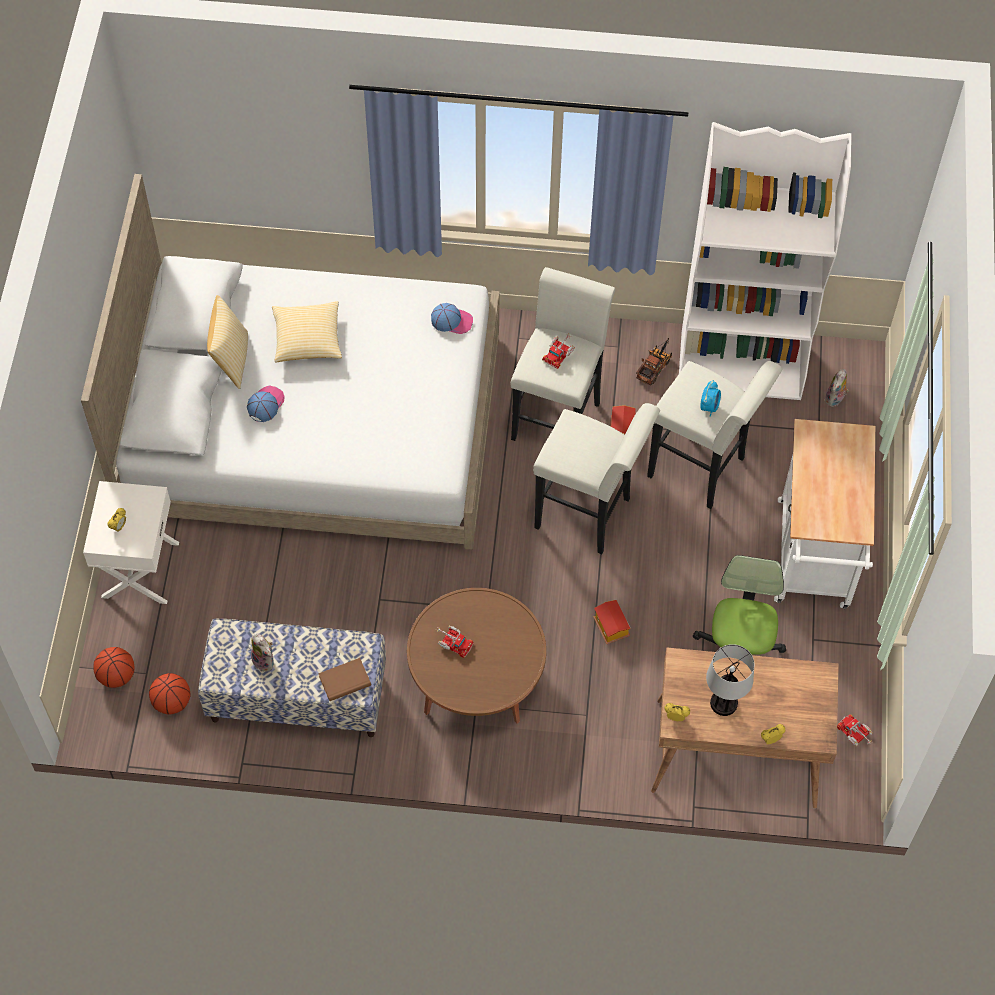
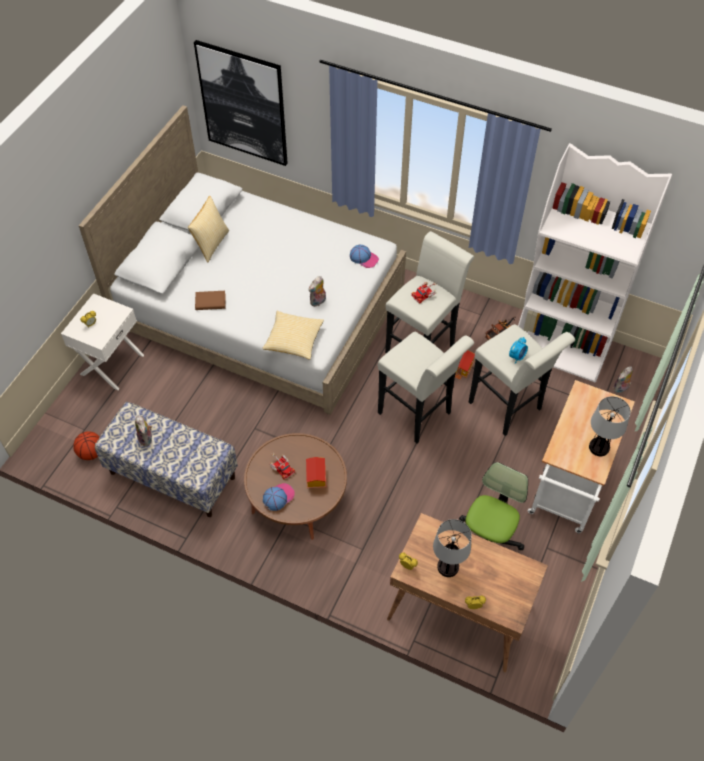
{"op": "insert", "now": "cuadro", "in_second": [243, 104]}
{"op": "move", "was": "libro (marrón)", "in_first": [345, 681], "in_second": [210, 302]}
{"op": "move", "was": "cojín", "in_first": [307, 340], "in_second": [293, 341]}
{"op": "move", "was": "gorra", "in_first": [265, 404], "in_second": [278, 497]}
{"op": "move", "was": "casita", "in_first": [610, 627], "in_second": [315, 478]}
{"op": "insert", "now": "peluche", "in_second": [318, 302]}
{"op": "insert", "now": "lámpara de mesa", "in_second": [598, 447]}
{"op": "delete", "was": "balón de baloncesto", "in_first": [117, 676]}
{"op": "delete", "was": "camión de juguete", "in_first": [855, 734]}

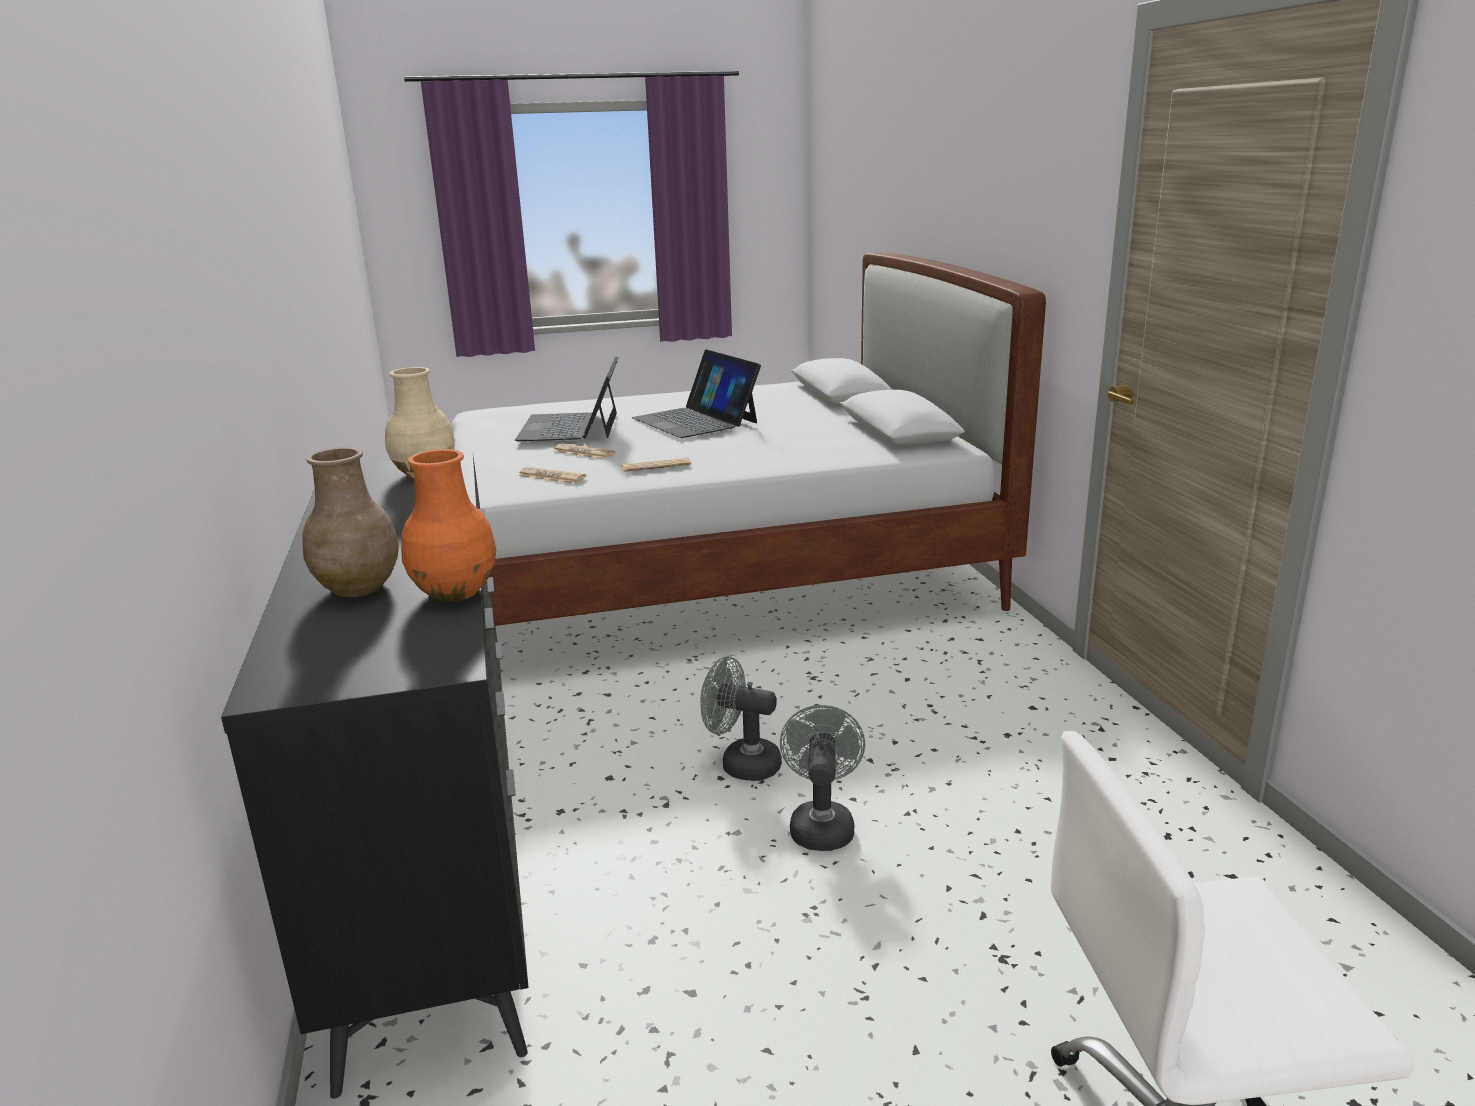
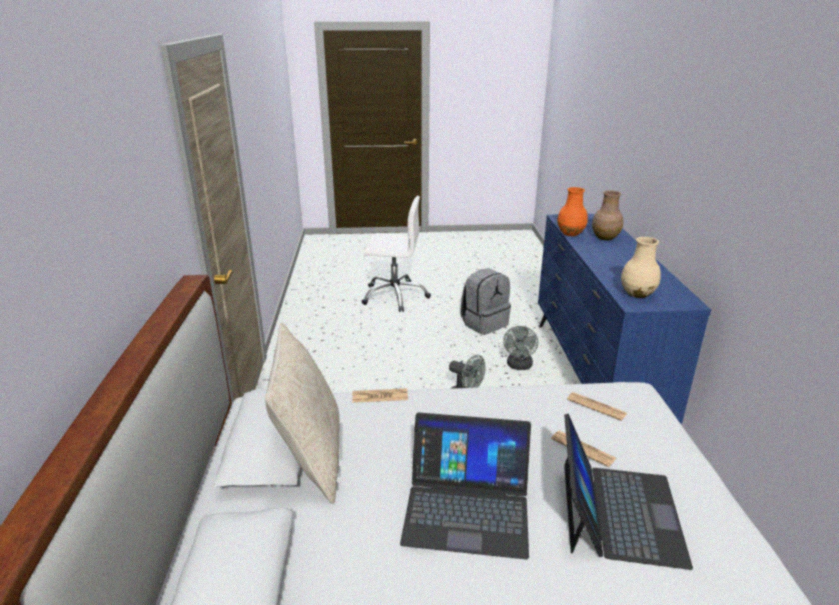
{"op": "insert", "now": "cojín (beis)", "in_second": [311, 458]}
{"op": "move", "was": "periódico", "in_first": [656, 466], "in_second": [380, 396]}
{"op": "rotate", "was": "portátil", "in_first": [695, 420], "in_second": [467, 507], "clockwise": 120}
{"op": "insert", "now": "mochila (gris)", "in_second": [484, 323]}
{"op": "move", "was": "ventilador (gris)", "in_first": [821, 824], "in_second": [519, 366]}
{"op": "recolor", "was": "cómoda (negro)", "now": "cómoda (azul)", "in_first": [438, 855], "in_second": [593, 378]}

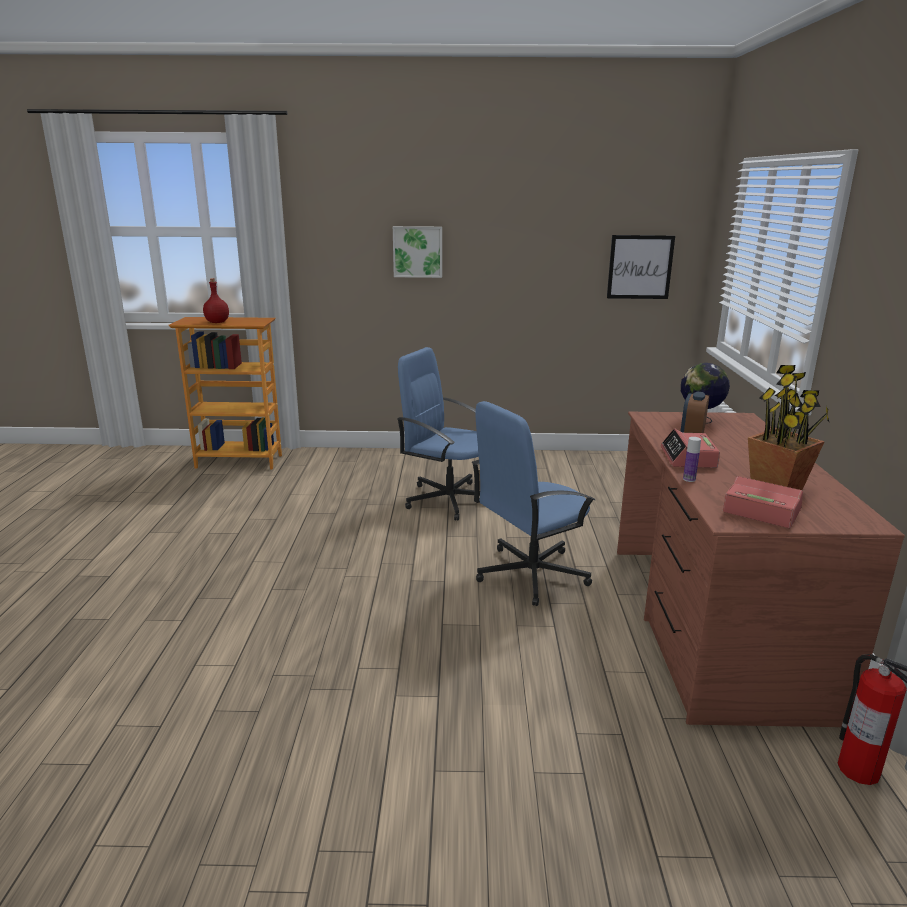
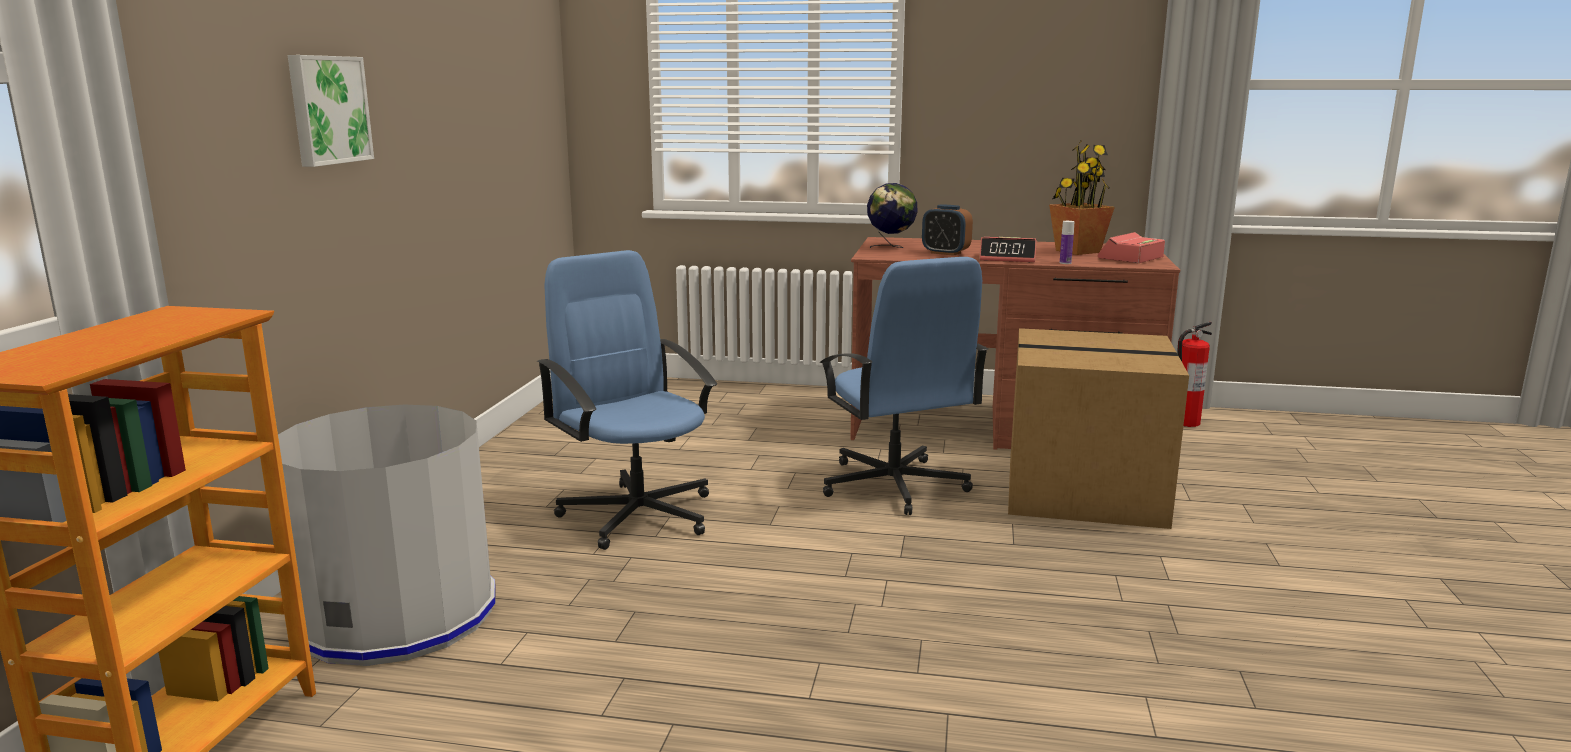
{"op": "insert", "now": "papelera (gris)", "in_second": [396, 614]}
{"op": "rotate", "was": "silla de oficina (azul)", "in_first": [448, 499], "in_second": [638, 514], "clockwise": 105}
{"op": "insert", "now": "caja de cartón", "in_second": [1081, 492]}
{"op": "delete", "was": "botella (rojo)", "in_first": [217, 322]}
{"op": "delete", "was": "cuadro", "in_first": [640, 267]}

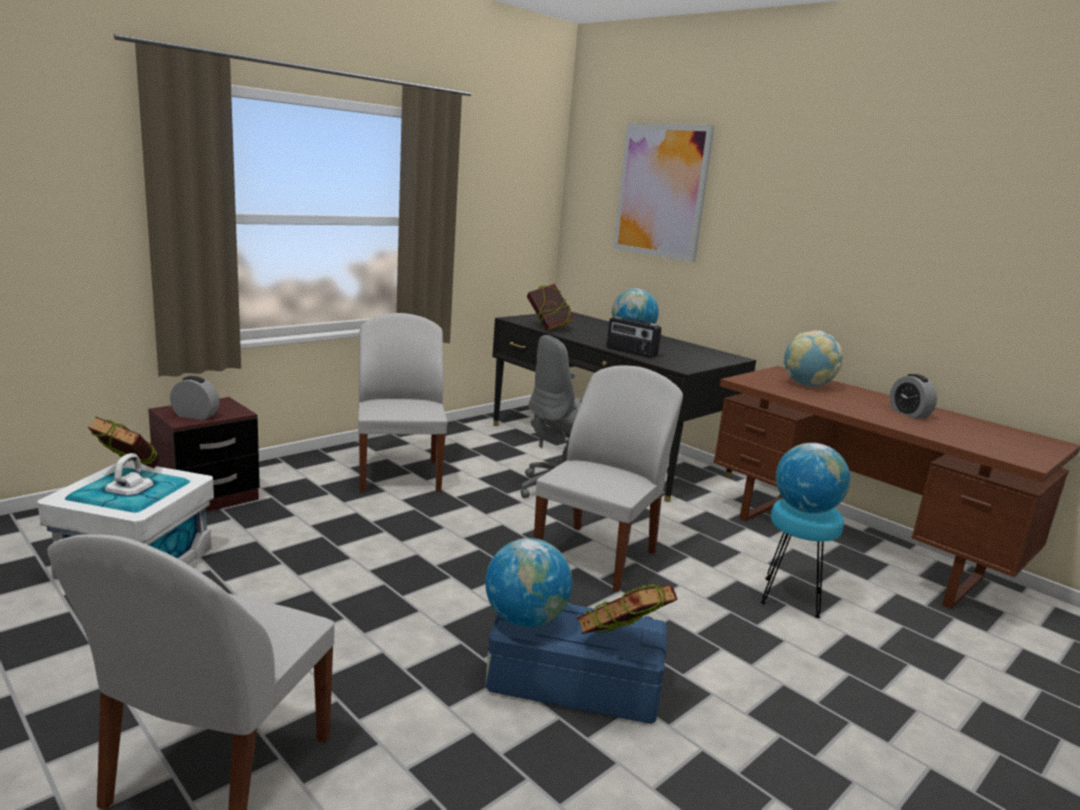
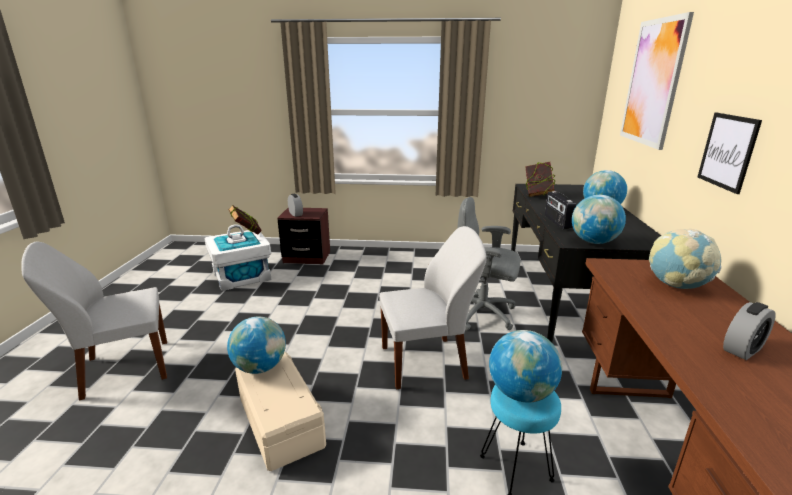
{"op": "recolor", "was": "caja de almacenaje (azul)", "now": "caja de almacenaje (beis)", "in_first": [573, 684], "in_second": [279, 422]}
{"op": "insert", "now": "globo terráqueo", "in_second": [593, 242]}
{"op": "insert", "now": "cuadro", "in_second": [727, 151]}
{"op": "rotate", "was": "despertador", "in_first": [909, 414], "in_second": [742, 349], "clockwise": -150}
{"op": "delete", "was": "silla (blanco)", "in_first": [400, 474]}
{"op": "delete", "was": "libro", "in_first": [622, 644]}

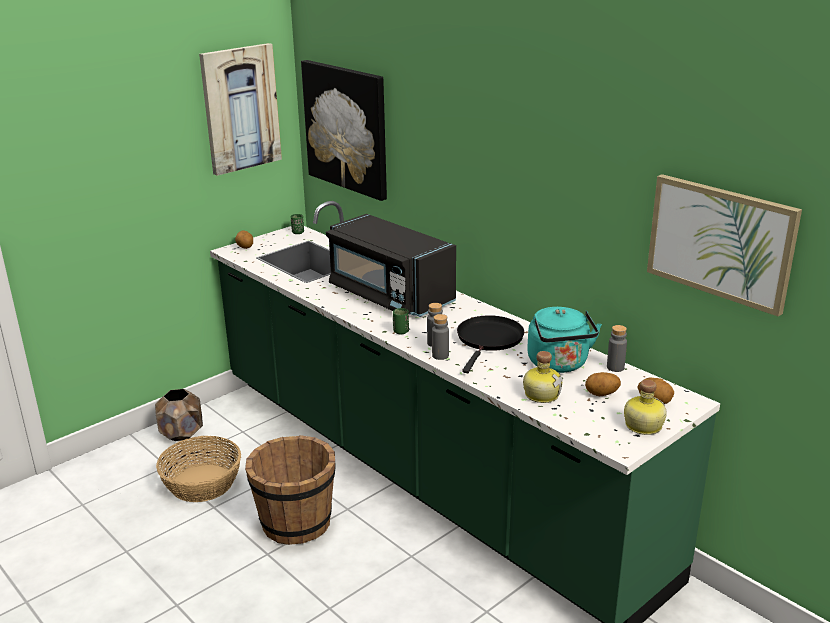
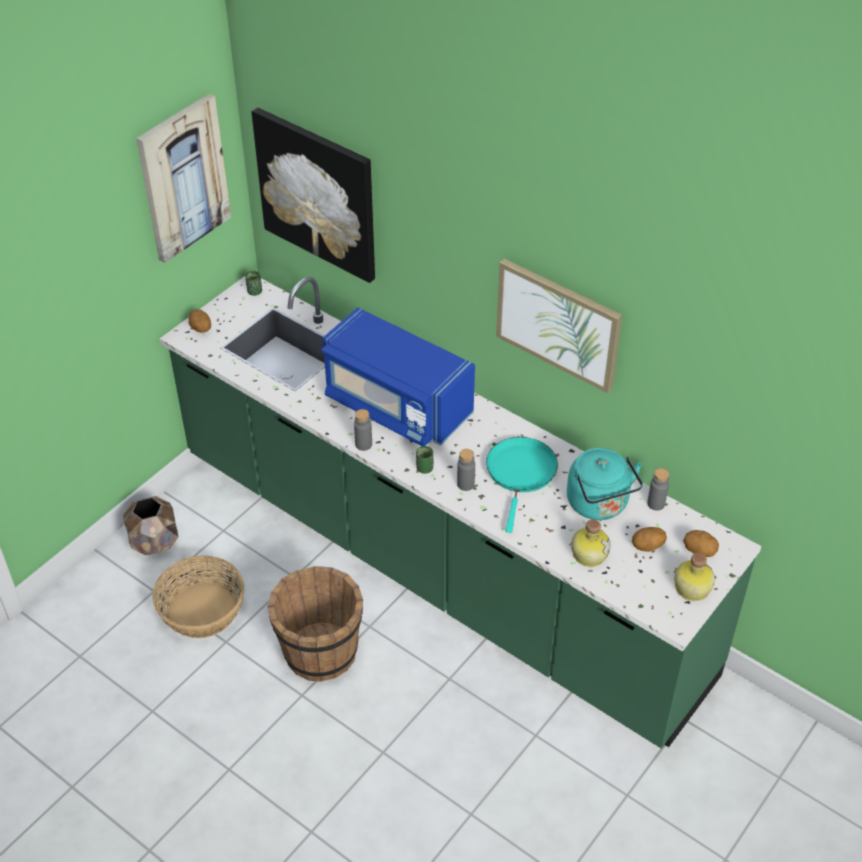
{"op": "recolor", "was": "microondas (negro)", "now": "microondas (azul)", "in_first": [389, 295], "in_second": [396, 405]}
{"op": "move", "was": "botella (gris)", "in_first": [440, 355], "in_second": [363, 444]}
{"op": "recolor", "was": "sartén (negro)", "now": "sartén (turquesa)", "in_first": [489, 340], "in_second": [521, 473]}
{"op": "move", "was": "cuadro", "in_first": [720, 242], "in_second": [558, 324]}

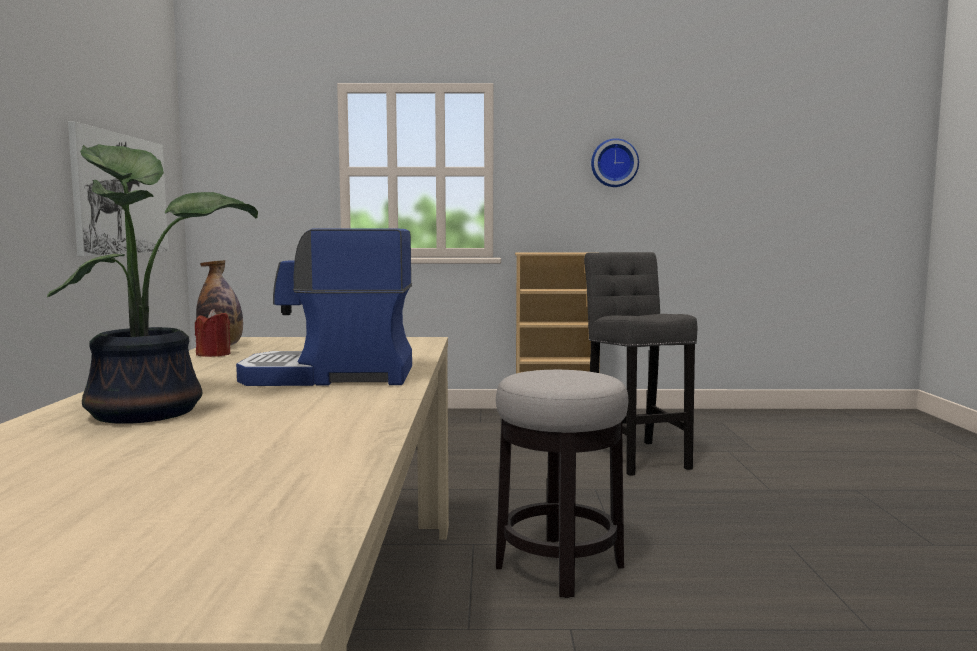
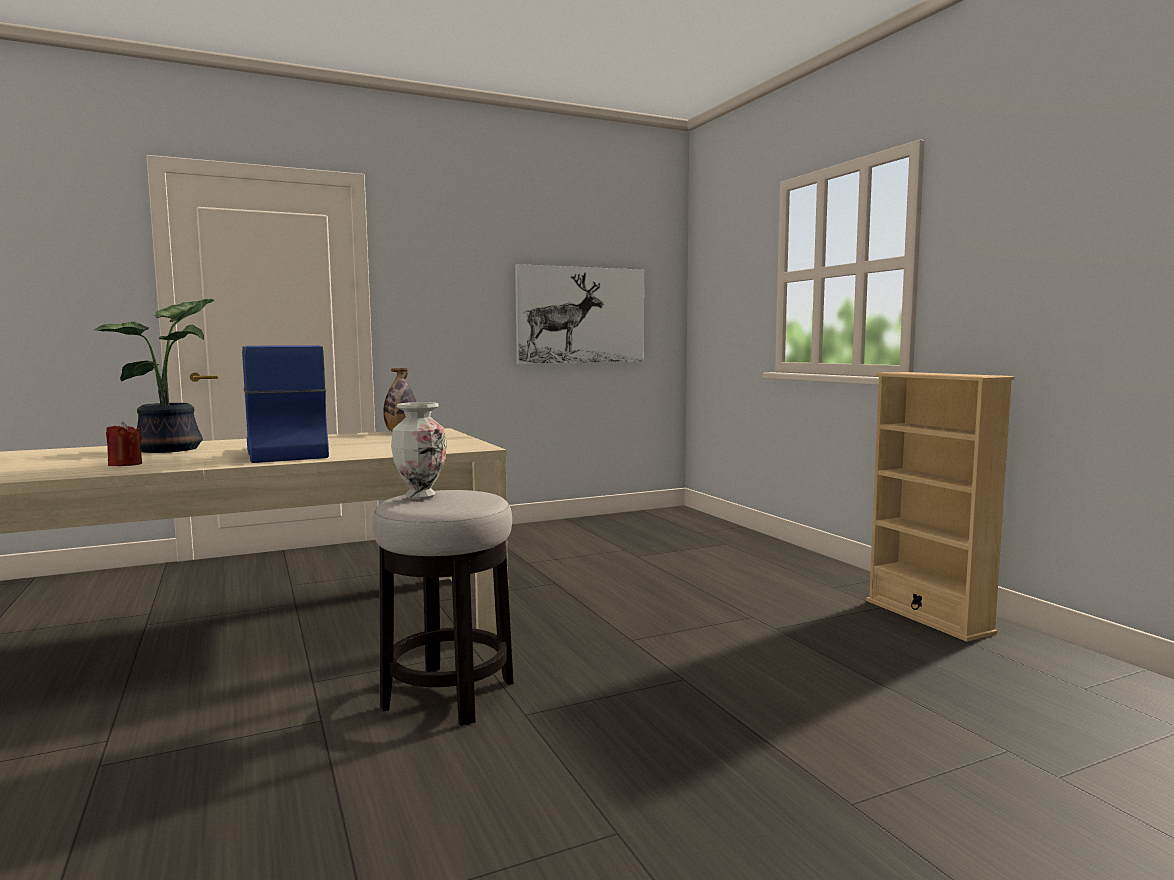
{"op": "move", "was": "vela (rojo)", "in_first": [214, 355], "in_second": [125, 464]}
{"op": "insert", "now": "florero", "in_second": [420, 496]}
{"op": "delete", "was": "taburete (gris)", "in_first": [635, 456]}
{"op": "delete", "was": "reloj de pared", "in_first": [614, 163]}

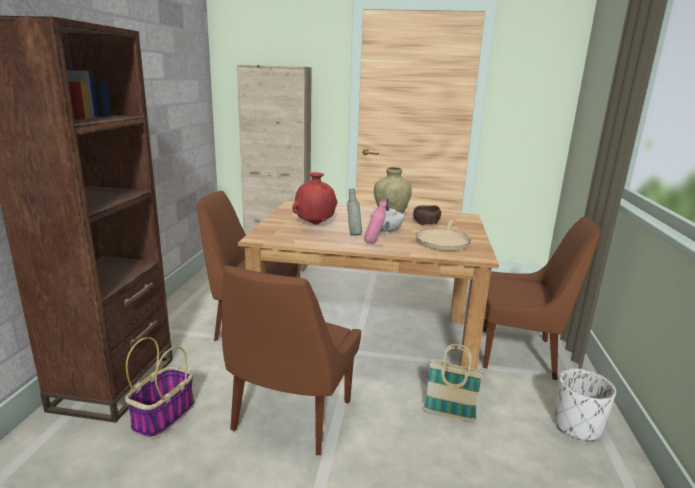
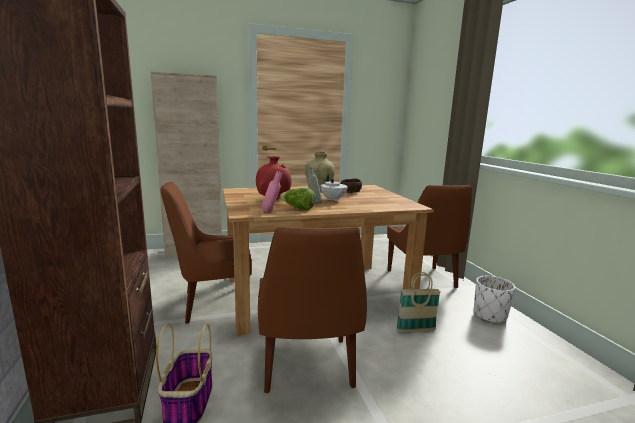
{"op": "move", "was": "botella (rosa)", "in_first": [374, 244], "in_second": [271, 212]}
{"op": "insert", "now": "lechuga", "in_second": [298, 208]}
{"op": "rotate", "was": "silla (marrón)", "in_first": [521, 354], "in_second": [422, 280], "clockwise": 90}
{"op": "delete", "was": "sartén (beis)", "in_first": [443, 242]}

